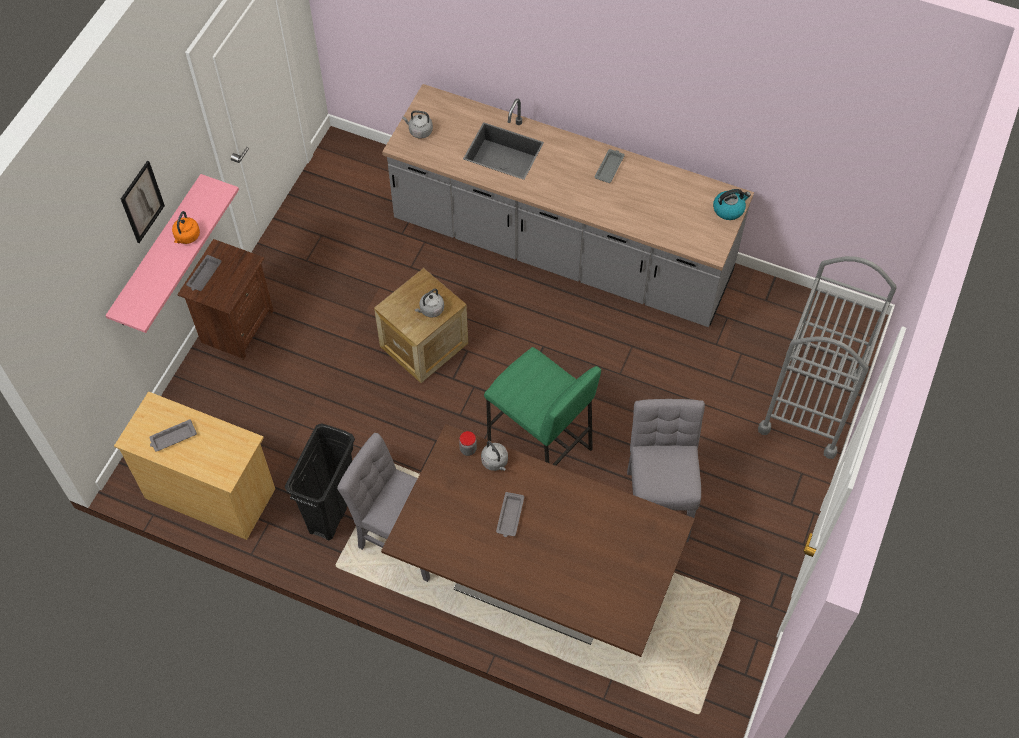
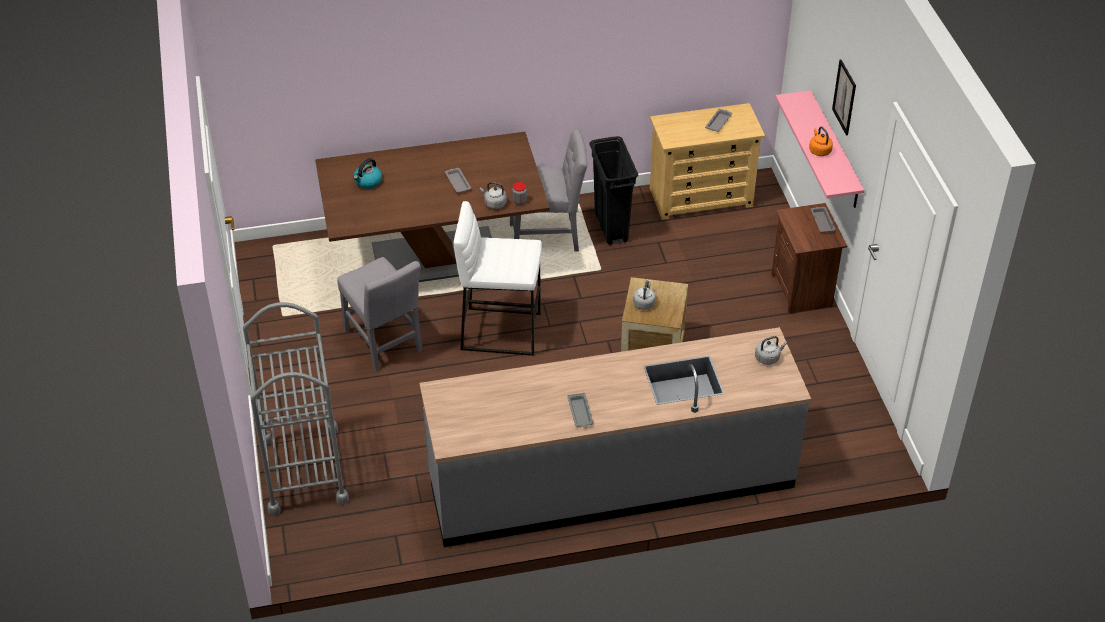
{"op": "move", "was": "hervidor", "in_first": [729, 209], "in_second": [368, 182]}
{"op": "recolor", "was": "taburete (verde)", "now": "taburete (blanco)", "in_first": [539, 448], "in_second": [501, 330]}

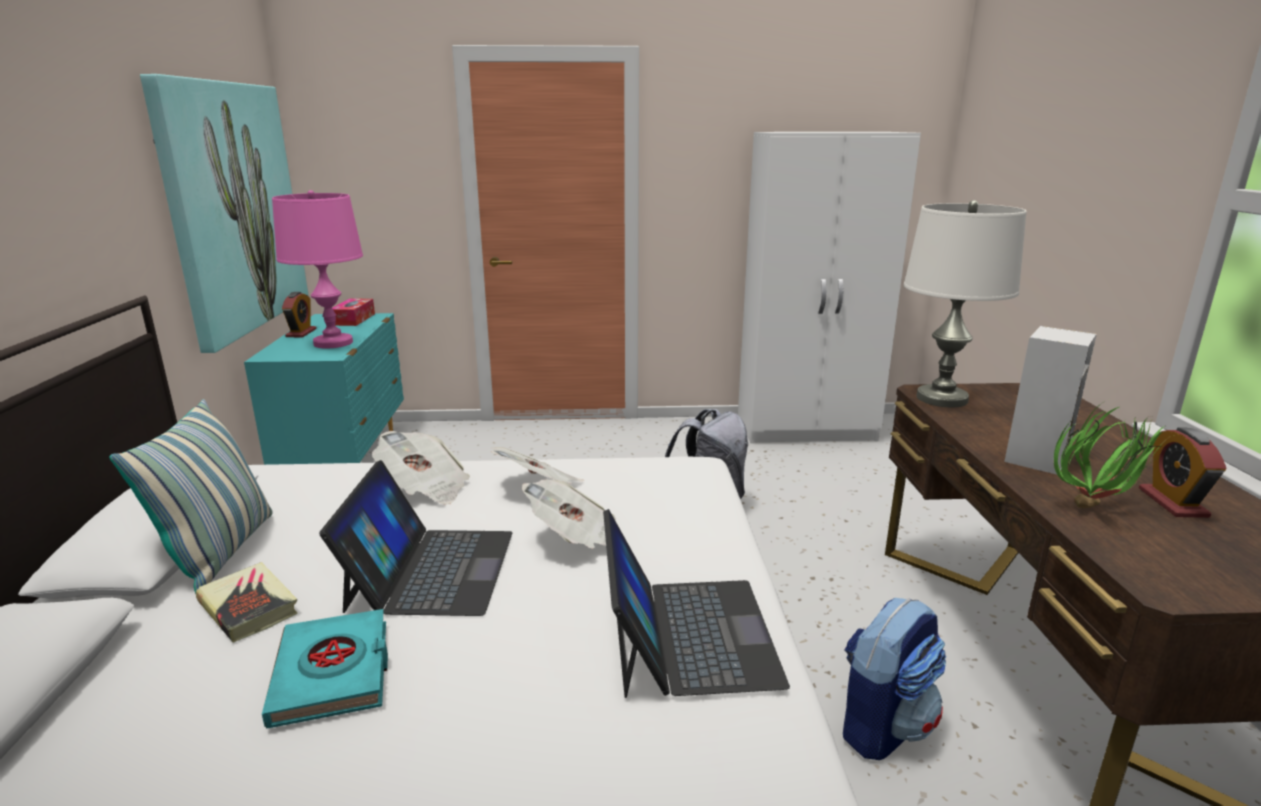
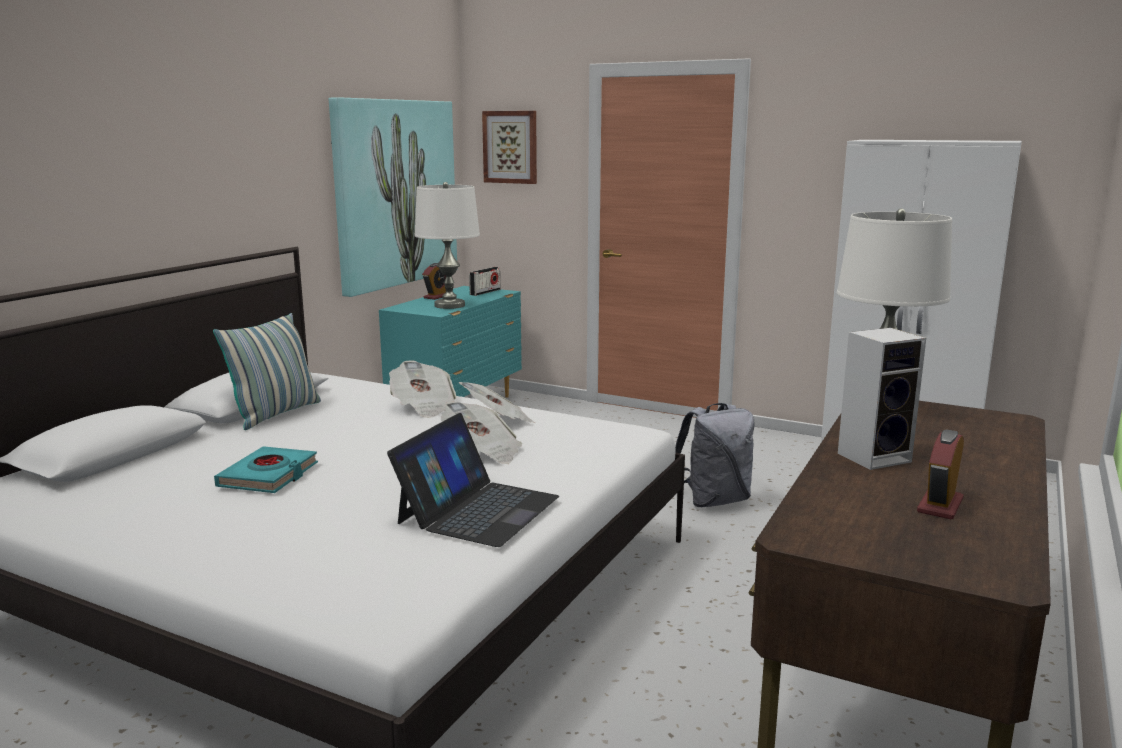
{"op": "recolor", "was": "lámpara de mesa (rosa)", "now": "lámpara de mesa (blanco)", "in_first": [333, 343], "in_second": [449, 305]}
{"op": "replace", "was": "caja de pañuelos", "now": "radio", "in_first": [353, 319], "in_second": [485, 292]}
{"op": "insert", "now": "cuadro", "in_second": [510, 147]}
{"op": "delete", "was": "libro", "in_first": [249, 607]}
{"op": "delete", "was": "portátil", "in_first": [430, 569]}
{"op": "delete", "was": "mochila", "in_first": [883, 725]}
{"op": "delete", "was": "planta en maceta", "in_first": [1098, 510]}

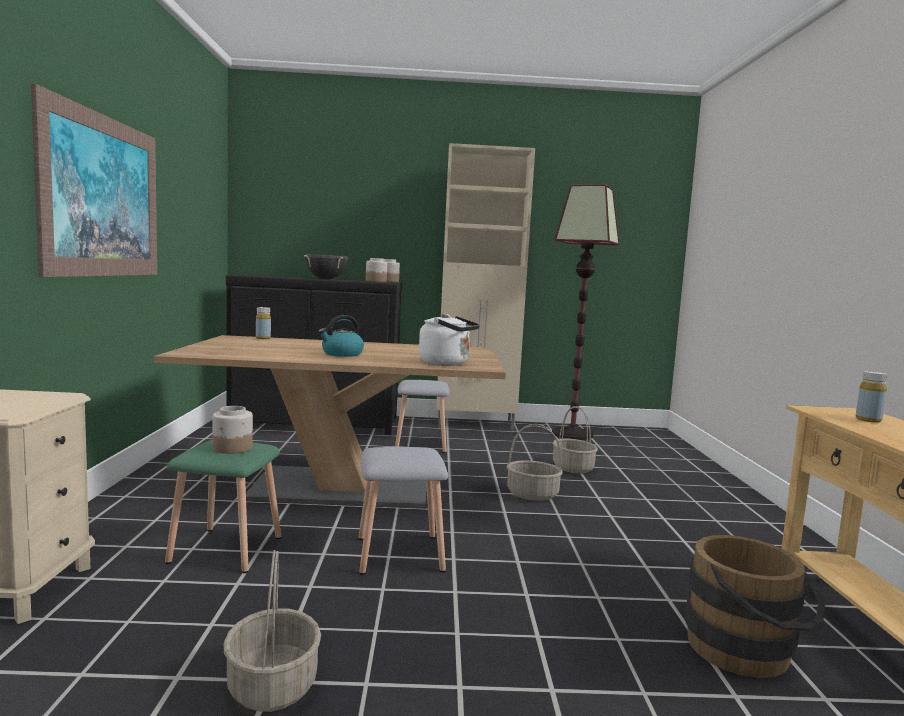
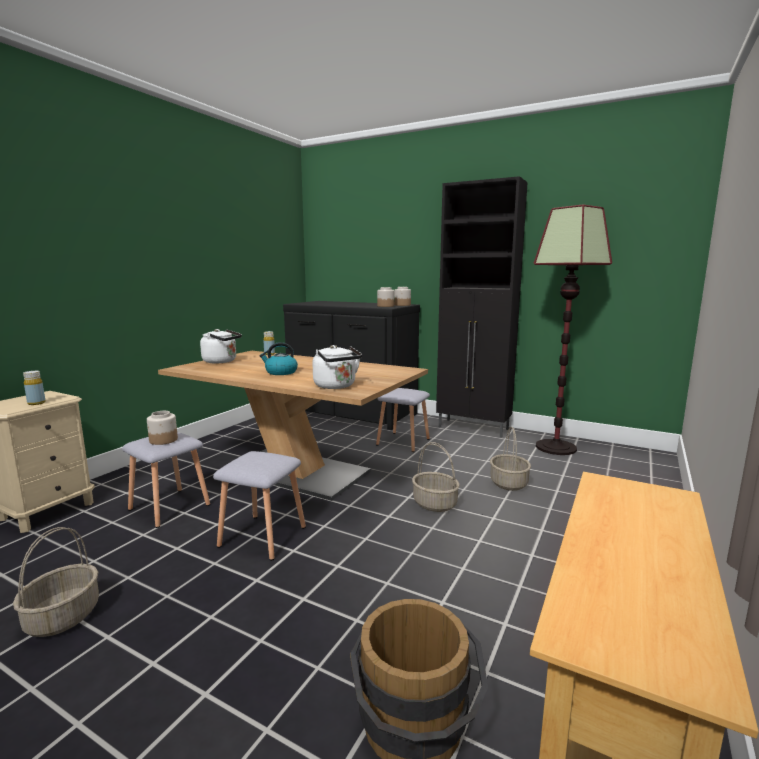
{"op": "move", "was": "botella (amarillo)", "in_first": [868, 420], "in_second": [36, 403]}
{"op": "recolor", "was": "taburete (verde)", "now": "taburete (gris)", "in_first": [224, 550], "in_second": [168, 507]}
{"op": "insert", "now": "hervidor (blanco)", "in_second": [222, 361]}
{"op": "recolor", "was": "armario (beis)", "now": "armario (negro)", "in_first": [476, 425], "in_second": [474, 428]}
{"op": "delete", "was": "cuadro", "in_first": [103, 196]}
{"op": "delete", "was": "olla (negro)", "in_first": [326, 279]}

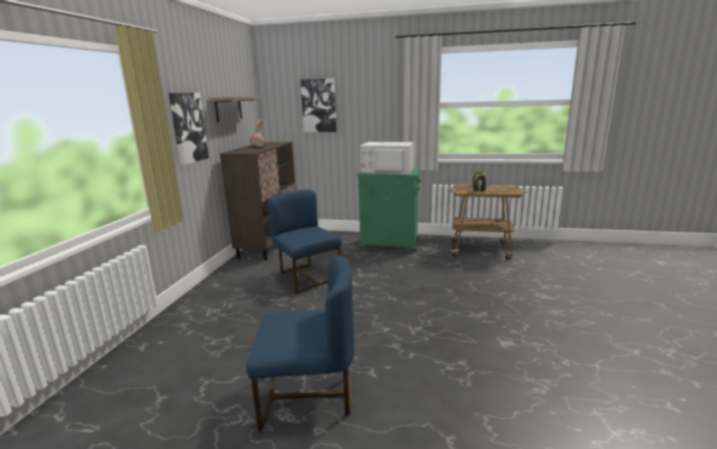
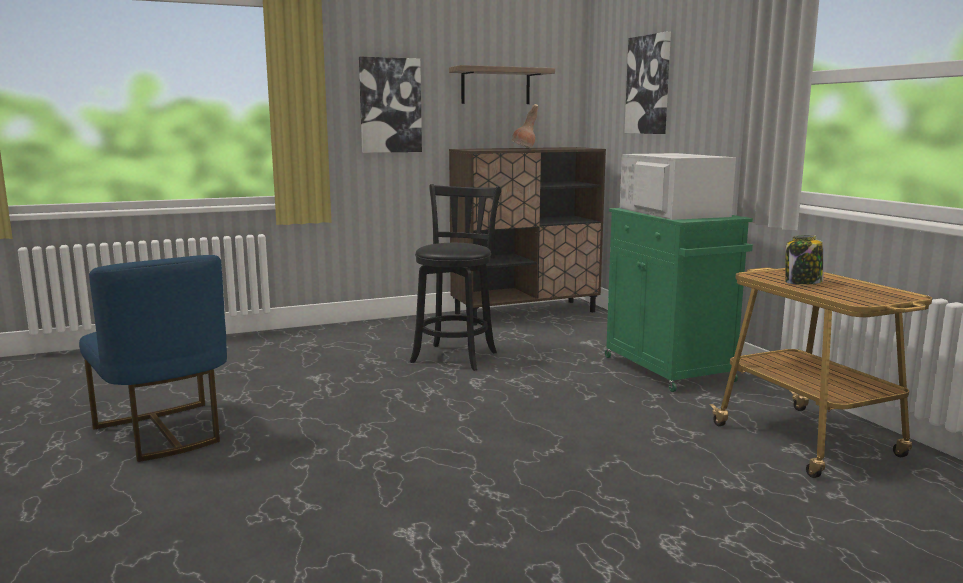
{"op": "replace", "was": "silla (azul)", "now": "taburete (negro)", "in_first": [307, 277], "in_second": [456, 356]}

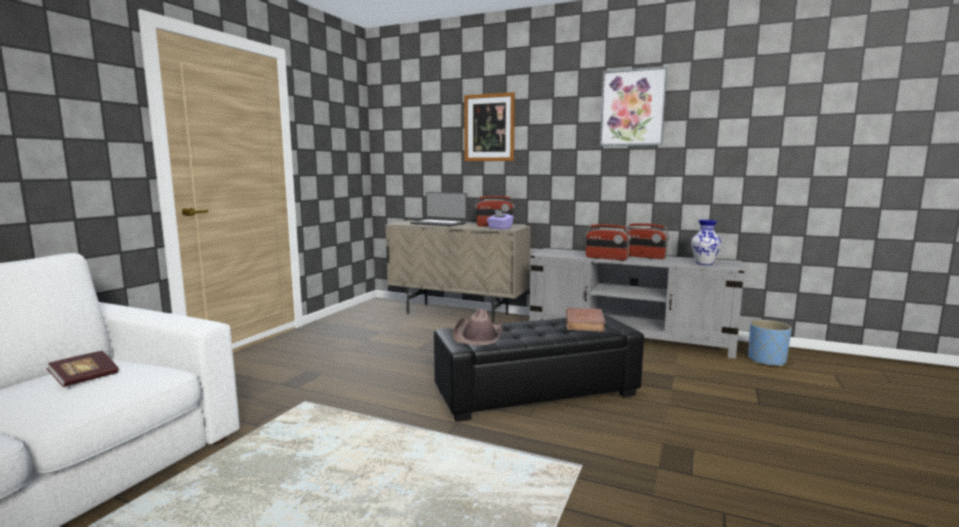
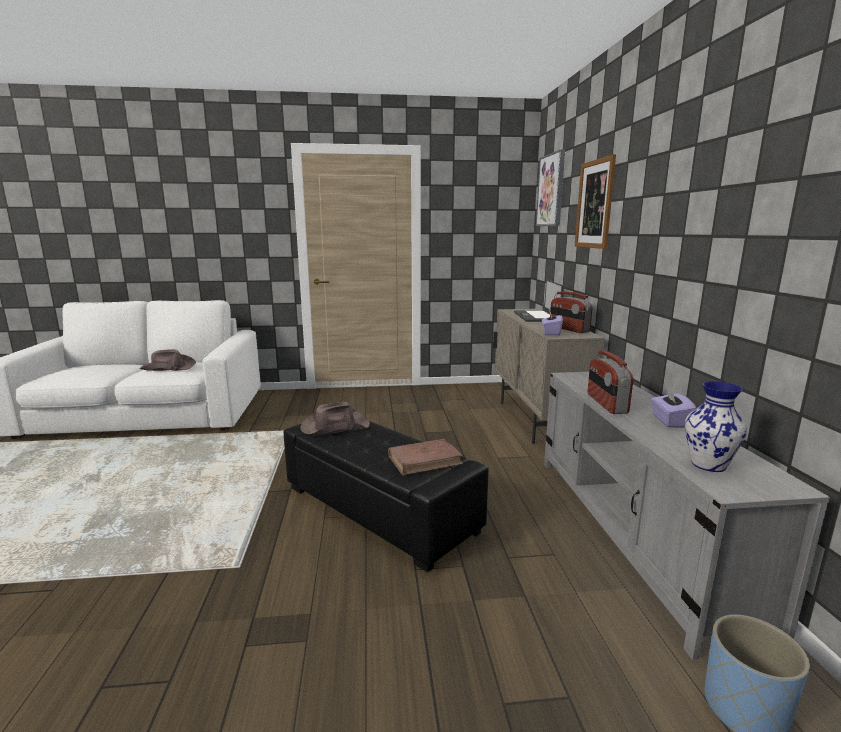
{"op": "replace", "was": "libro", "now": "sombrero (marrón)", "in_first": [85, 379], "in_second": [168, 367]}
{"op": "move", "was": "cuadro", "in_first": [632, 108], "in_second": [551, 190]}
{"op": "replace", "was": "radio", "now": "caja de pañuelos (morado)", "in_first": [644, 257], "in_second": [669, 421]}

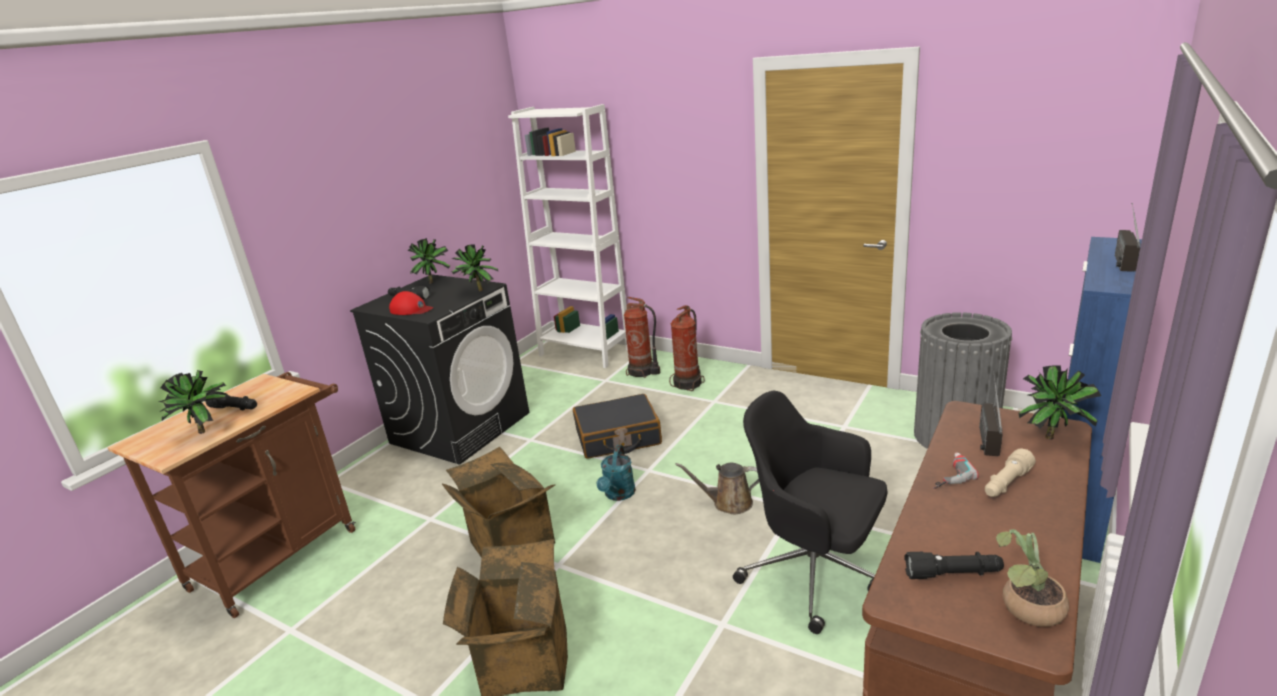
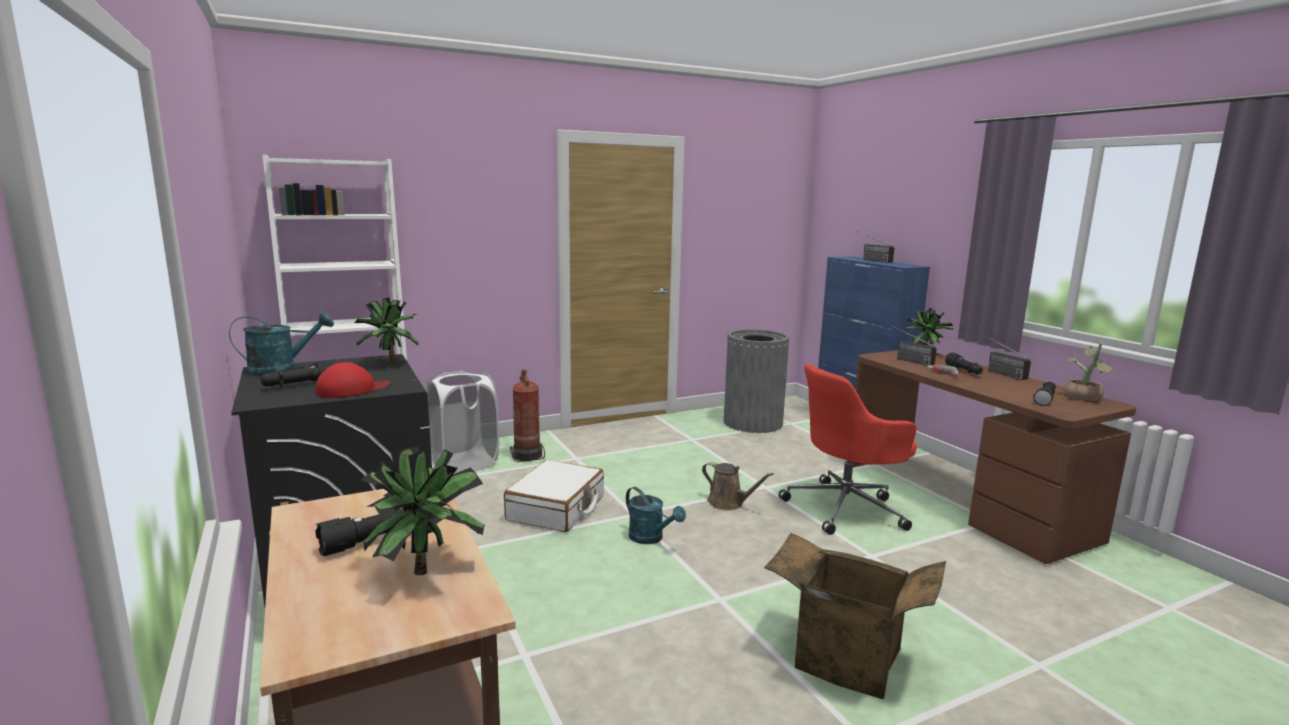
{"op": "replace", "was": "planta en maceta", "now": "regadera (turquesa)", "in_first": [433, 282], "in_second": [282, 370]}
{"op": "replace", "was": "extintor", "now": "cesto de la ropa (blanco)", "in_first": [642, 372], "in_second": [464, 463]}
{"op": "recolor", "was": "maleta (negro)", "now": "maleta (blanco)", "in_first": [618, 437], "in_second": [556, 509]}
{"op": "rotate", "was": "regadera (marrón)", "in_first": [728, 503], "in_second": [728, 503], "clockwise": -90}
{"op": "recolor", "was": "silla de oficina (negro)", "now": "silla de oficina (rojo)", "in_first": [814, 573], "in_second": [846, 508]}
{"op": "recolor", "was": "linterna (beis)", "now": "linterna (negro)", "in_first": [1006, 483], "in_second": [964, 371]}
{"op": "insert", "now": "radio", "in_second": [997, 372]}
{"op": "delete", "was": "caja de cartón", "in_first": [508, 544]}

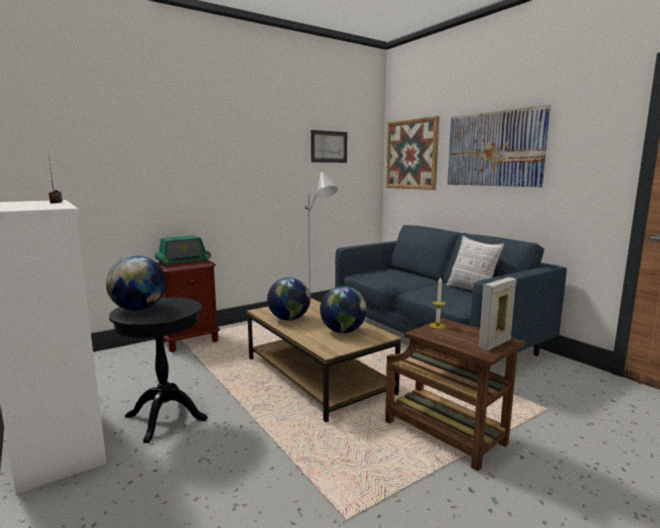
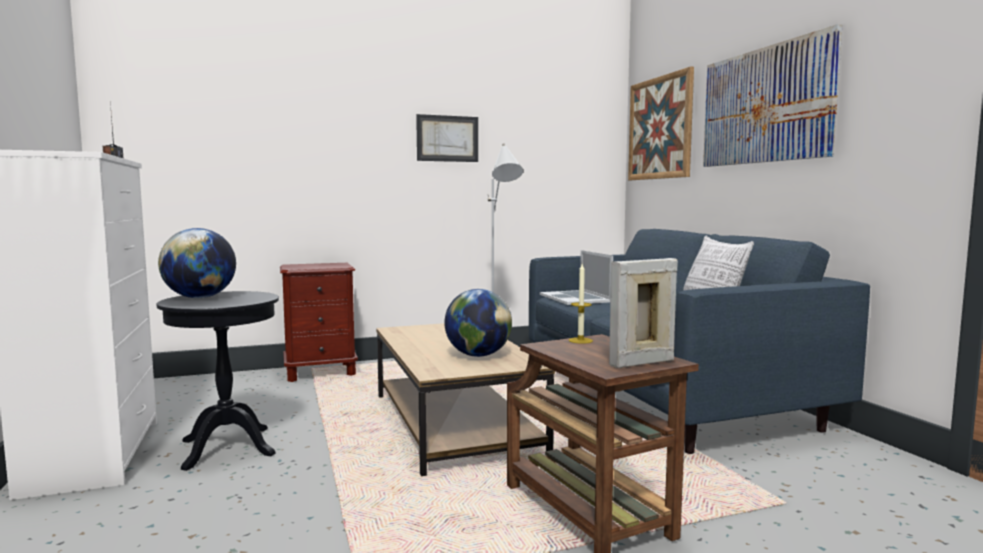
{"op": "move", "was": "cuadro", "in_first": [329, 146], "in_second": [447, 138]}
{"op": "insert", "now": "portátil", "in_second": [575, 298]}
{"op": "delete", "was": "radio", "in_first": [183, 261]}
{"op": "delete", "was": "globo terráqueo", "in_first": [289, 319]}

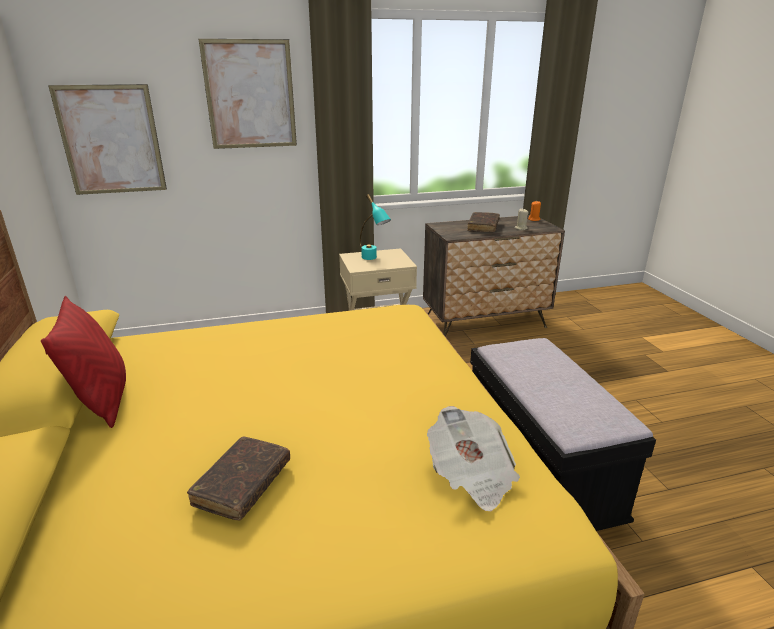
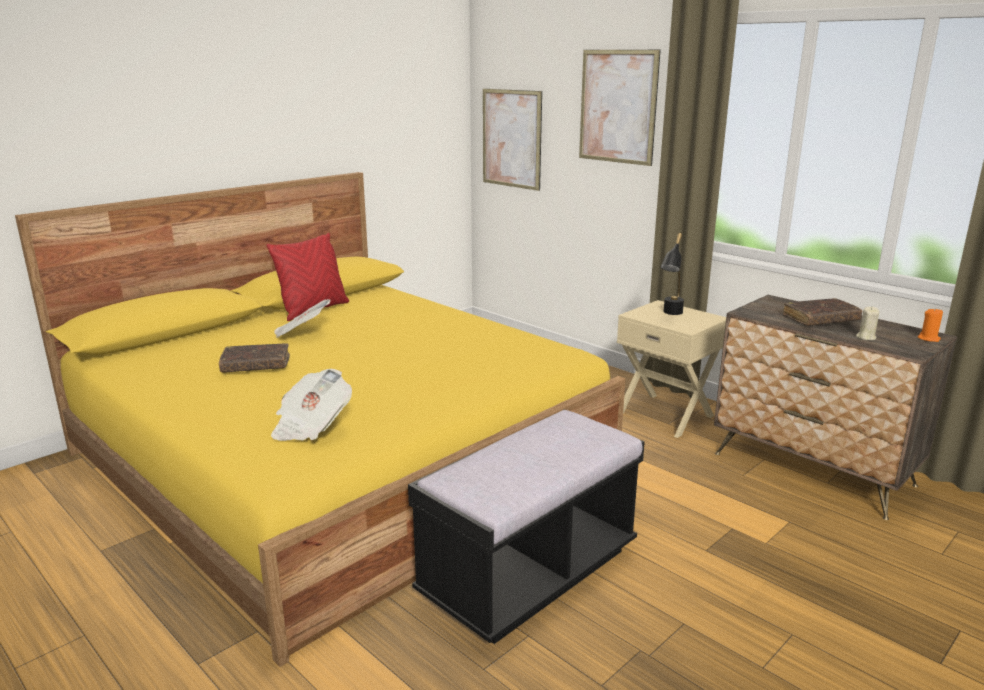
{"op": "insert", "now": "periódico", "in_second": [301, 333]}
{"op": "recolor", "was": "lámpara de mesa (turquesa)", "now": "lámpara de mesa (negro)", "in_first": [373, 259], "in_second": [670, 314]}

